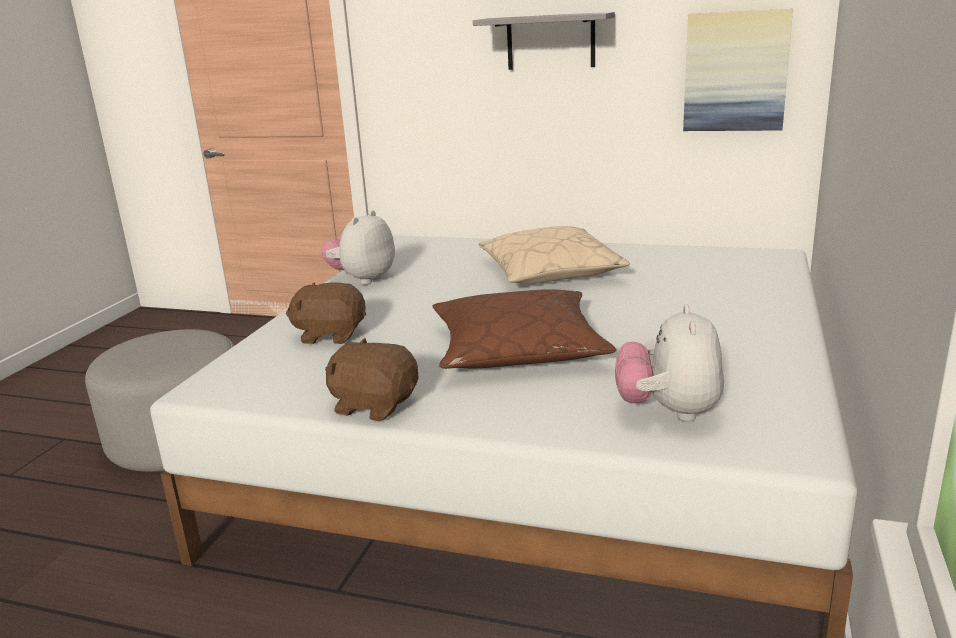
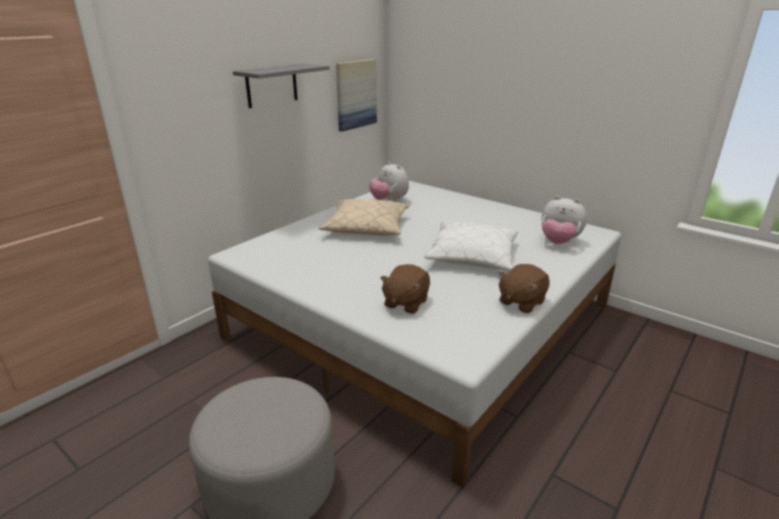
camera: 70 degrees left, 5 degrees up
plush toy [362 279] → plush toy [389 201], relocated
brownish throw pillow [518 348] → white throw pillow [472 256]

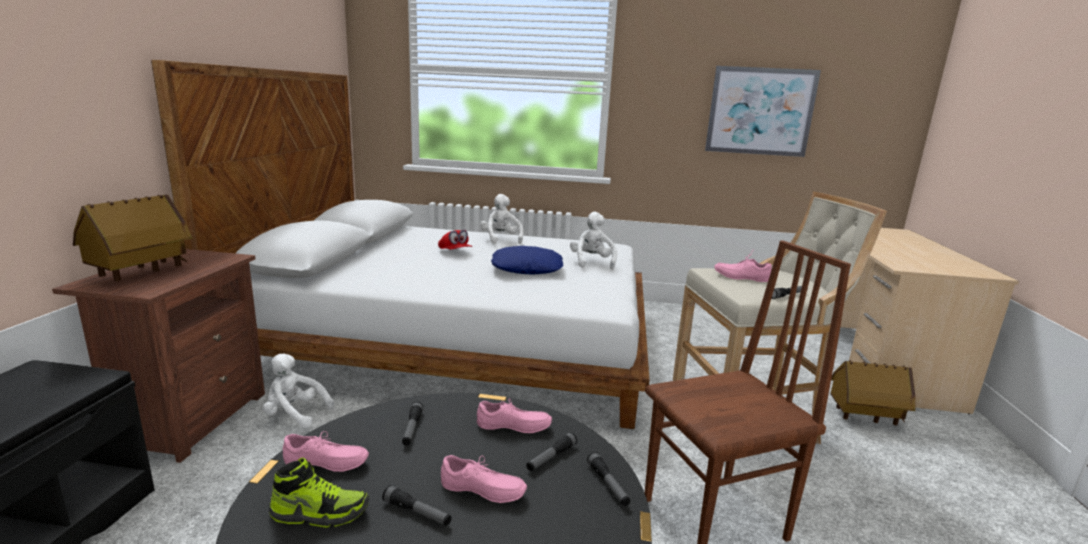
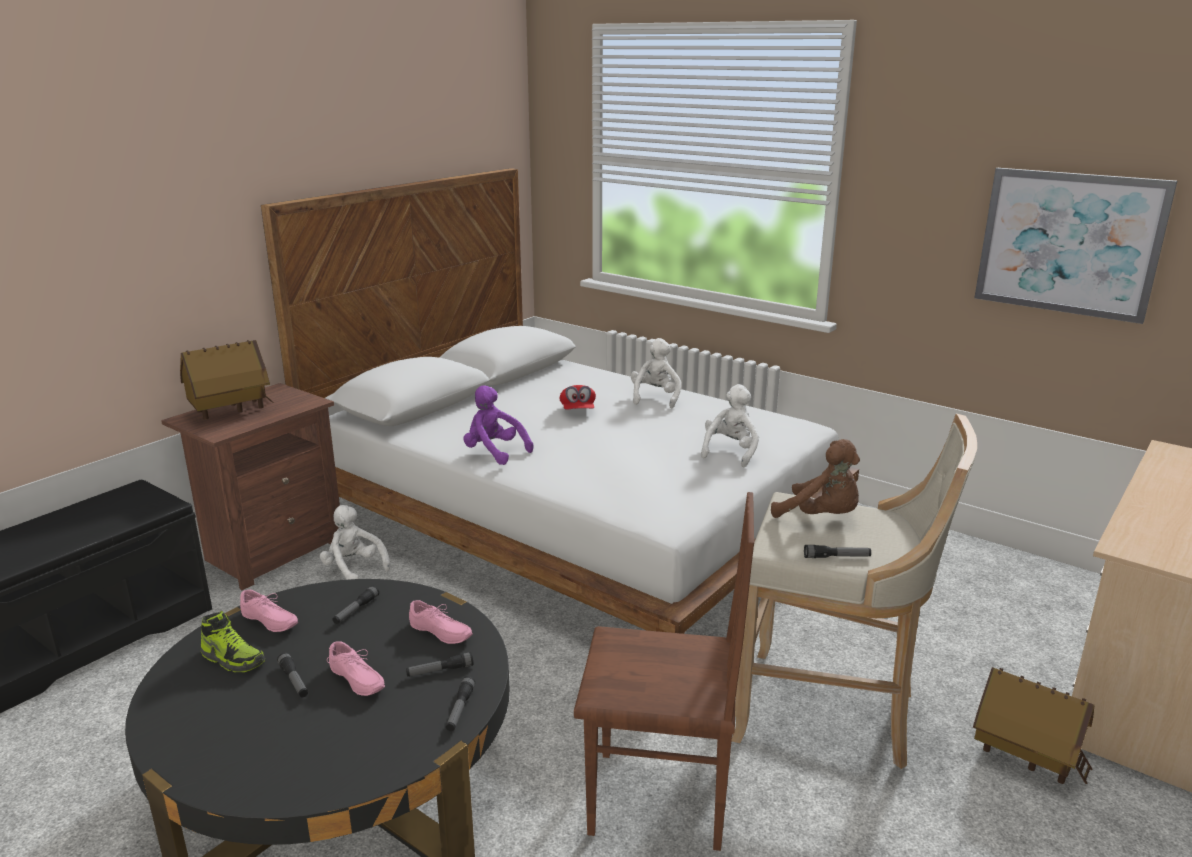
camera: 30 degrees right, 5 degrees up
blue-coloured throw pillow [527 268] → -
pinkish shoe [741 276] → brownish plush toy [821 517]
- → purplish plush toy [494 452]

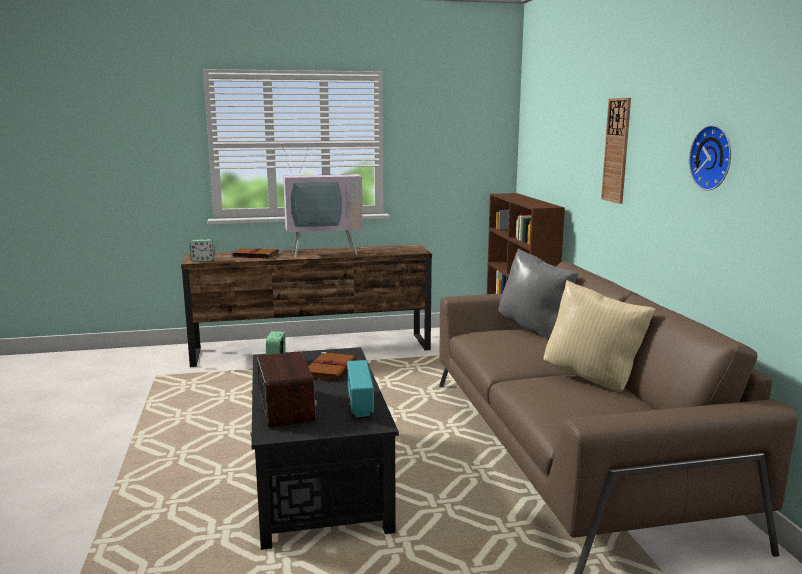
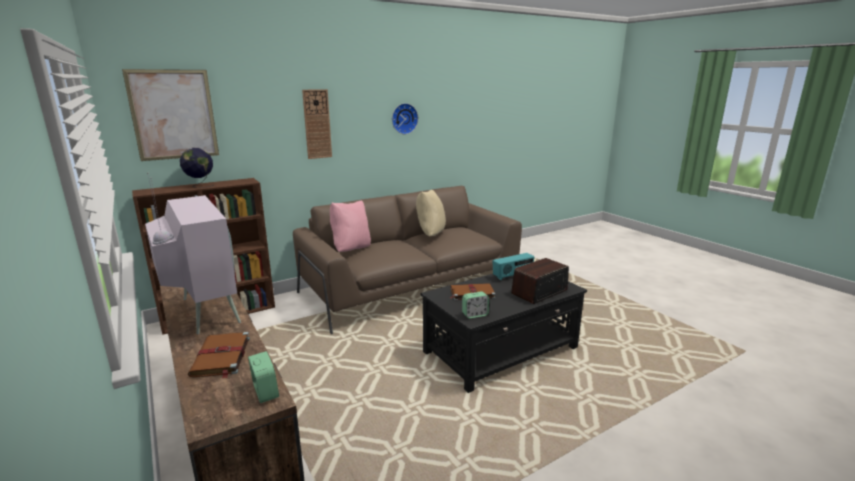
camera: 110 degrees left, 5 degrees up
greyish throw pillow [534 329] → pinkish throw pillow [351 249]
- → wall art [173 115]
- → desk globe [200 185]

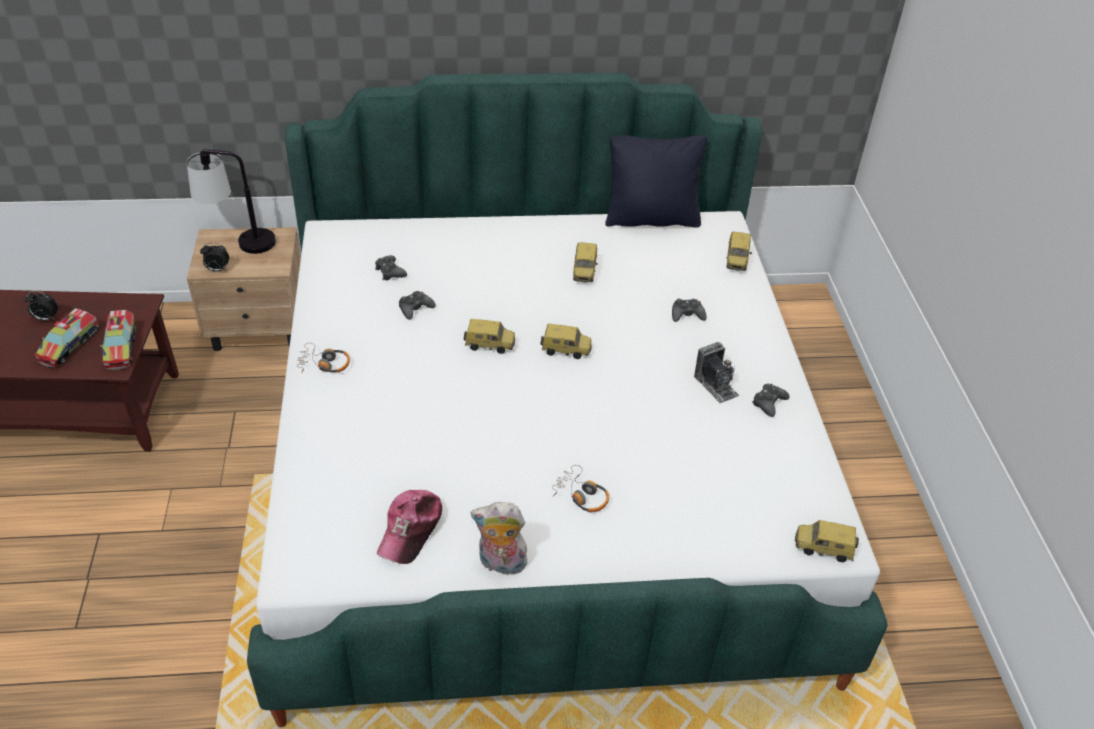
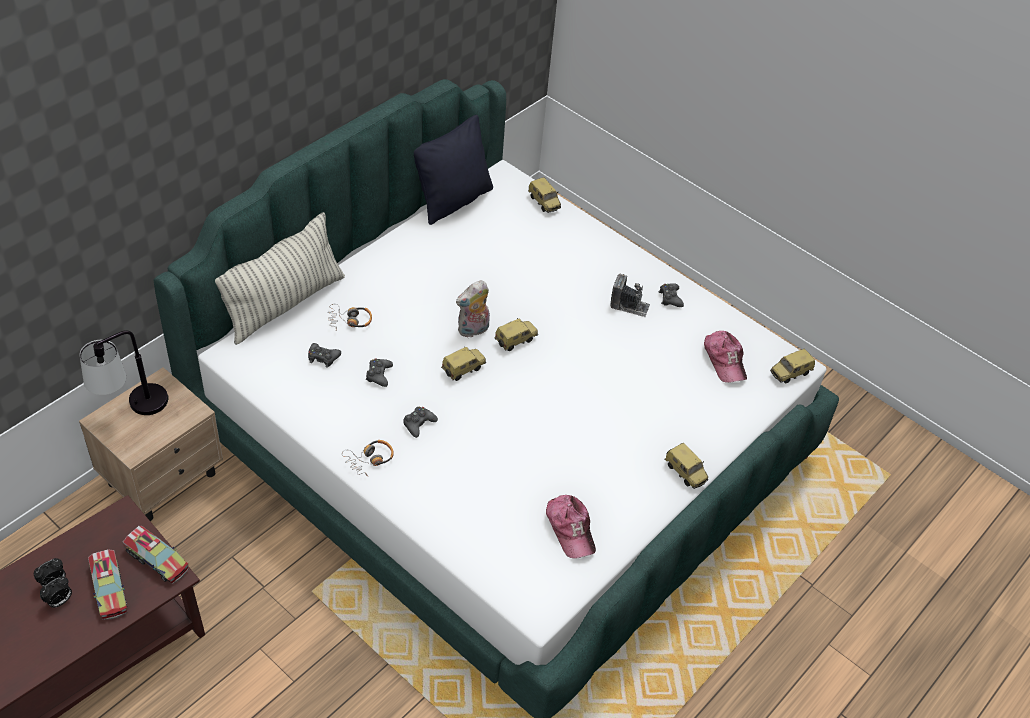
camera: 45 degrees left, 5 degrees up
alarm clock [217 270] → alarm clock [59 601], relocated
plush toy [500 564] → plush toy [473 330], relocated
headset [581 495] → headset [350 321], relocated
miniature car [585 272] → miniature car [685 473], relocated
black-coloured game controller [687 314] → black-coloured game controller [418 424], relocated
- → throw pillow [284 304]
- → peaked cap [724 360]

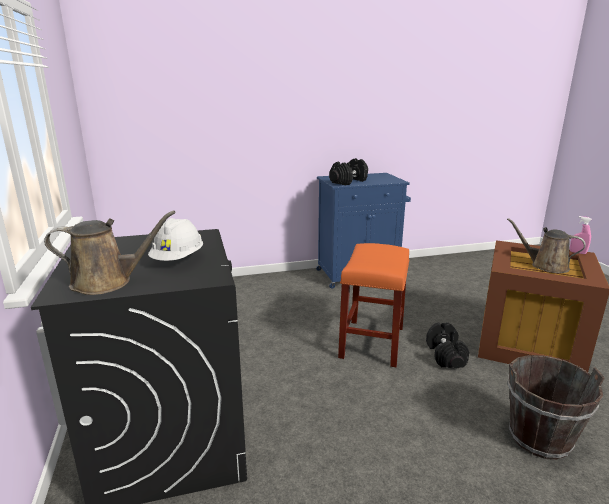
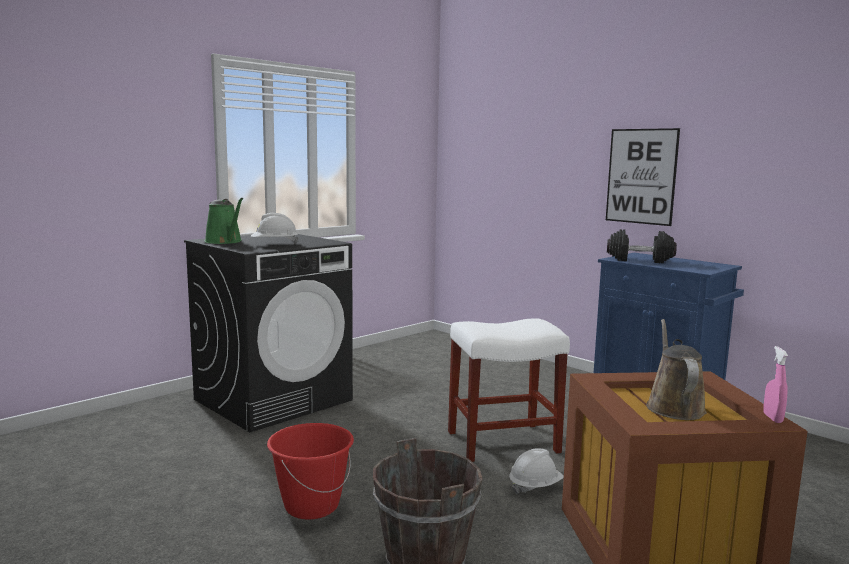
camera: 60 degrees right, 10 degrees down
brownish watering can [107 282] → green watering can [225 242]
orange stool [372 341] → white stool [504 441]
black-coloured hand weight [445 355] → white safety helmet [535 486]
- → reddish water bucket [311 506]
- → wall art [641 176]

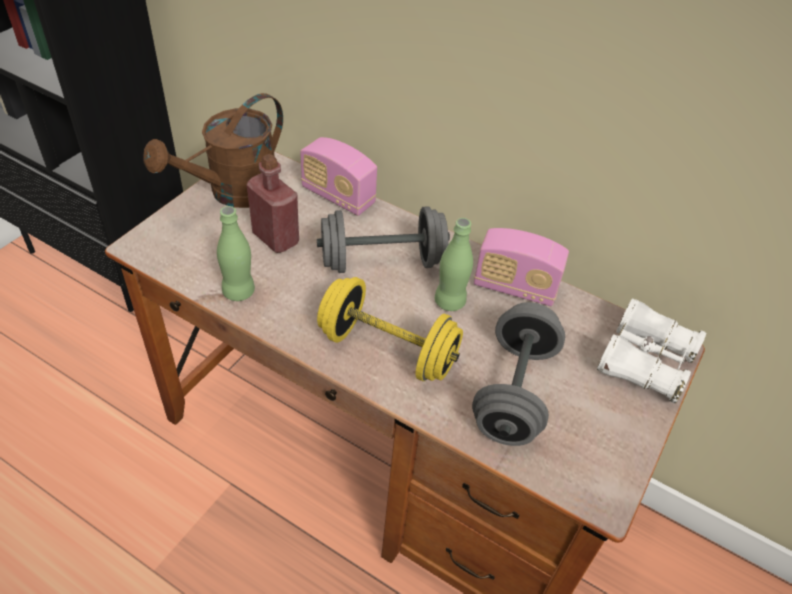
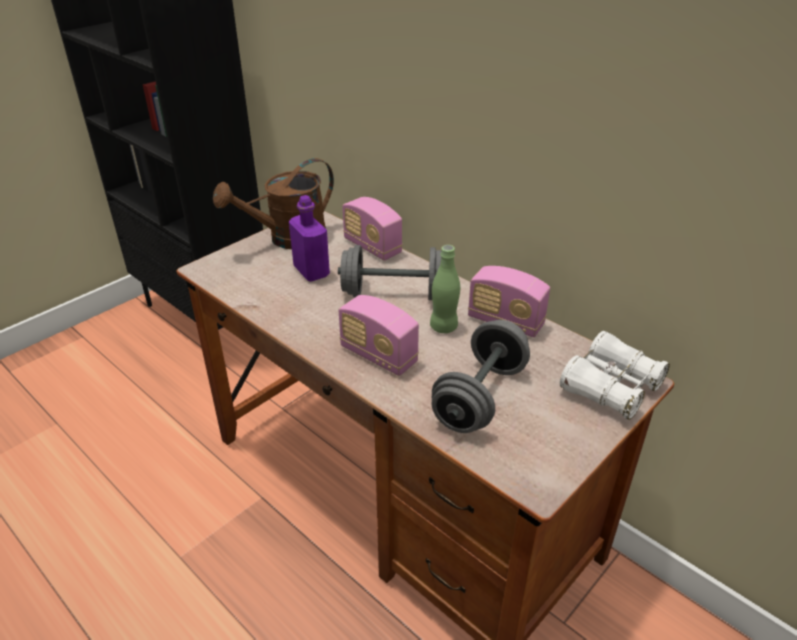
camera: 15 degrees right, 10 degrees down
green bottle [239 292] → -
reddish bottle [275 238] → purplish bottle [311 271]
yellow-coloured hand weight [387 350] → radio set [378 355]

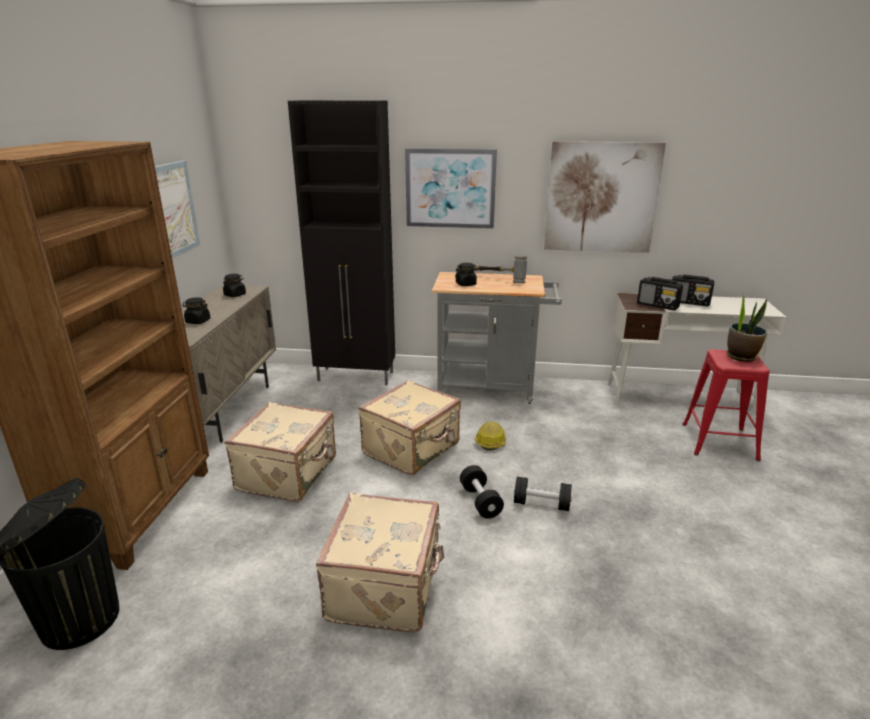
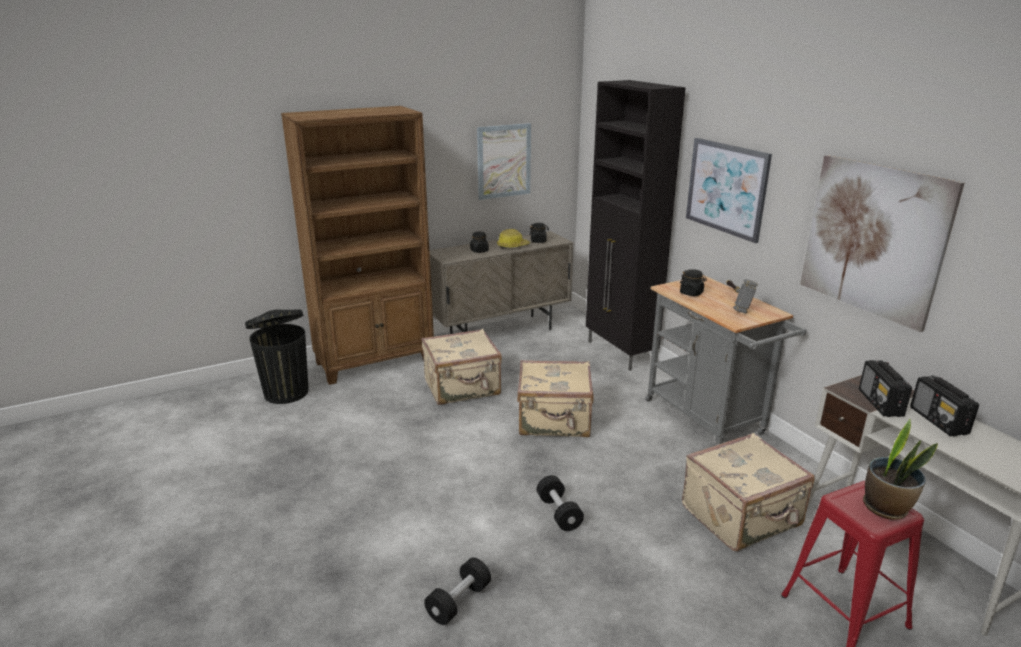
camera: 55 degrees right, 0 degrees up
sand-coloured suitcase [386 587] → sand-coloured suitcase [742 517], relocated
black-coloured hand weight [480 501] → black-coloured hand weight [458 602], relocated
safety helmet [490 441] → safety helmet [512 246], relocated

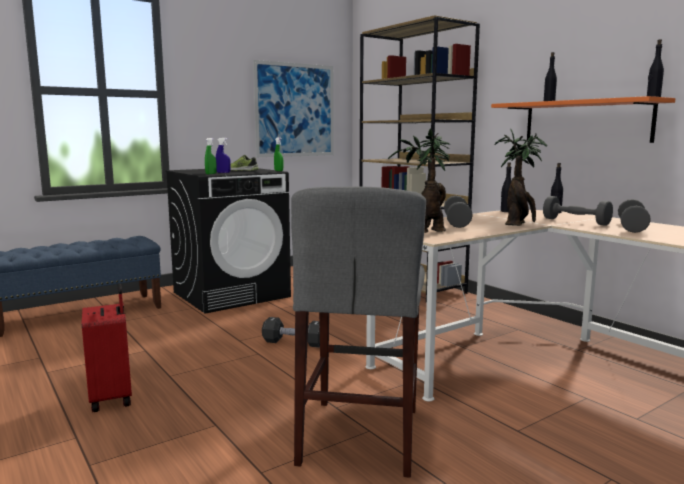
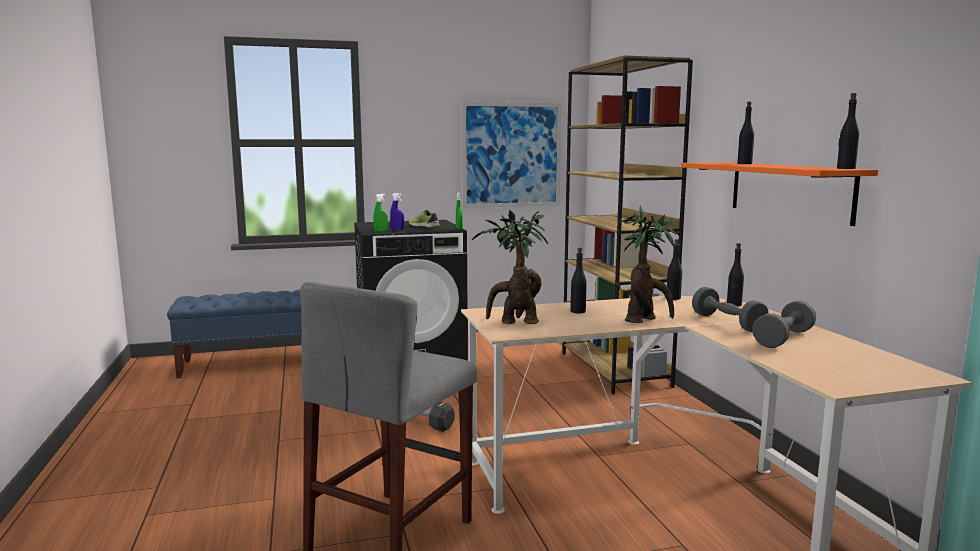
camera: 20 degrees right, 0 degrees up
reddish suitcase [113 398] → -
greyish hand weight [456 222] → black-coloured bottle [578 311]

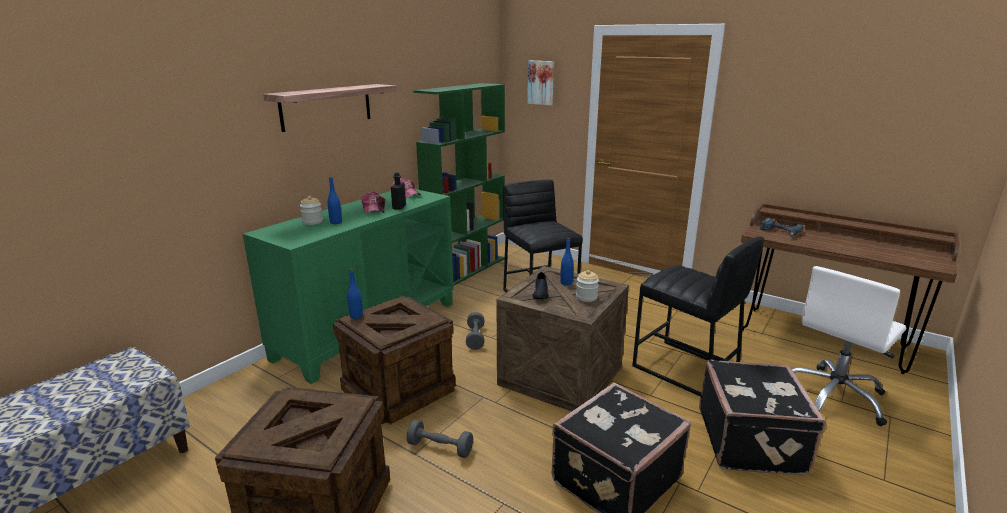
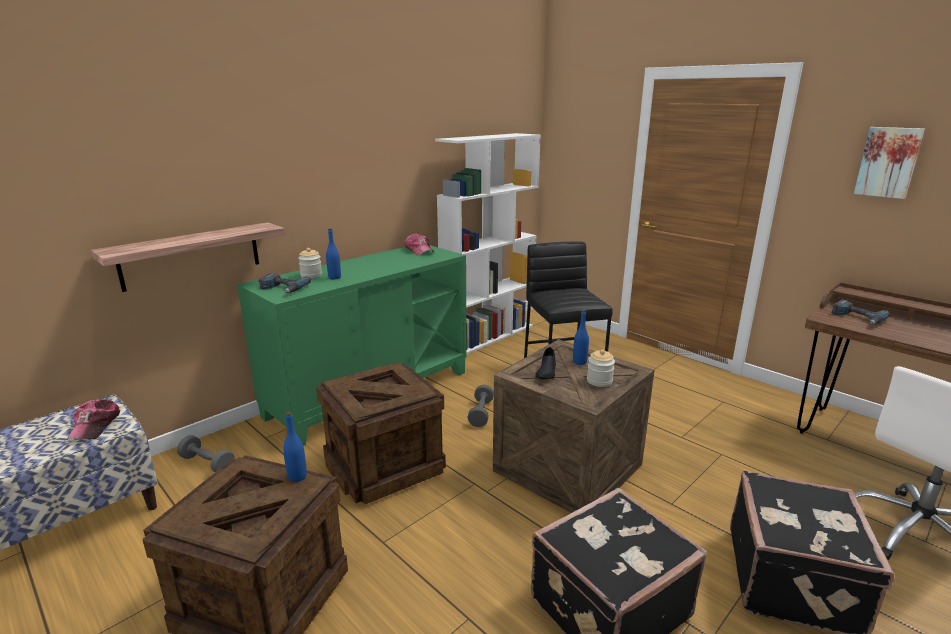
camera: 10 degrees right, 0 degrees up
wall shelf [326 106] → wall shelf [191 255], relocated
blue-coloured bottle [356 316] → blue-coloured bottle [297 477], relocated
peaked cap [374 209] → peaked cap [95 426], relocated
black-coloured bottle [399 207] → -
greyish hand weight [440 448] → greyish hand weight [207 463], relocated
green bookcase [466 270] → white bookcase [488 336]
wall art [541 82] → wall art [888 162], relocated
black-coloured stool [685 369] → -
- → drill [282 289]

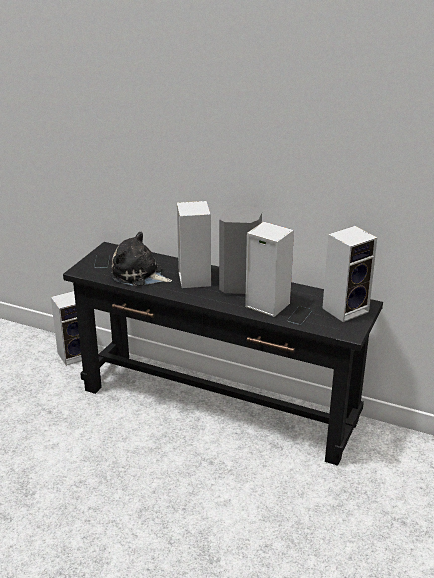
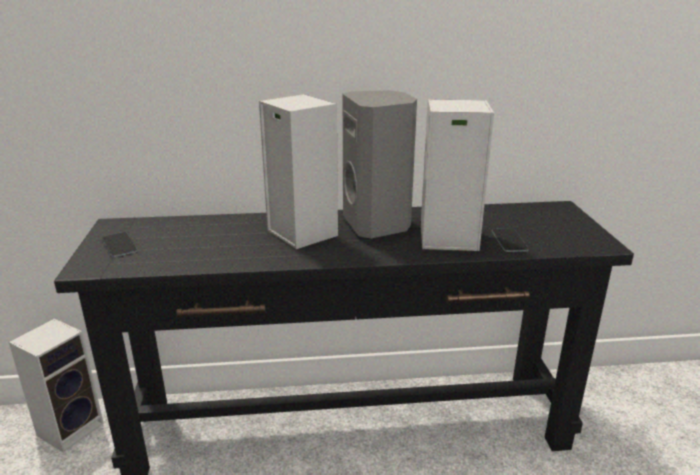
camera: 30 degrees left, 5 degrees down
plush toy [139 275] → -
loudspeaker [346 309] → -

